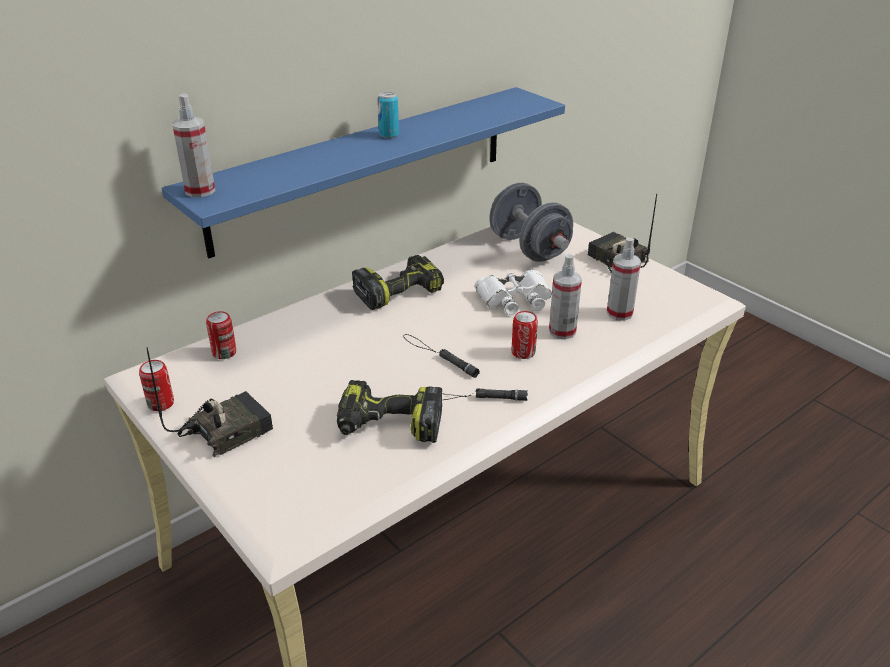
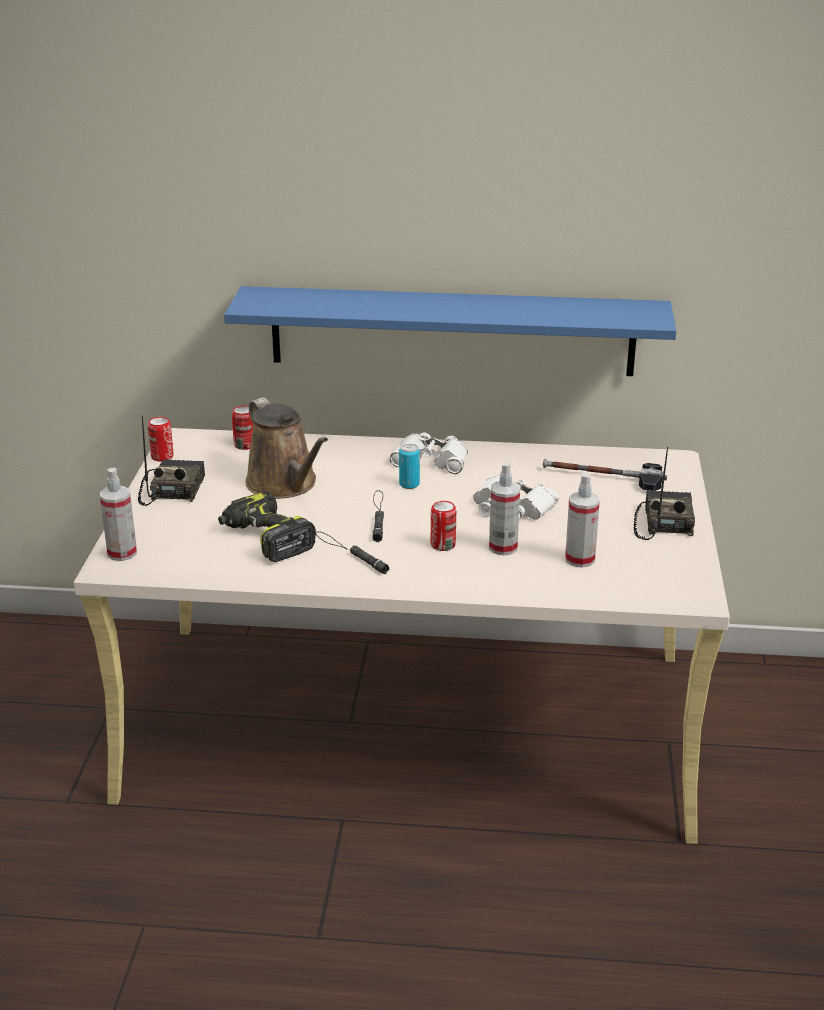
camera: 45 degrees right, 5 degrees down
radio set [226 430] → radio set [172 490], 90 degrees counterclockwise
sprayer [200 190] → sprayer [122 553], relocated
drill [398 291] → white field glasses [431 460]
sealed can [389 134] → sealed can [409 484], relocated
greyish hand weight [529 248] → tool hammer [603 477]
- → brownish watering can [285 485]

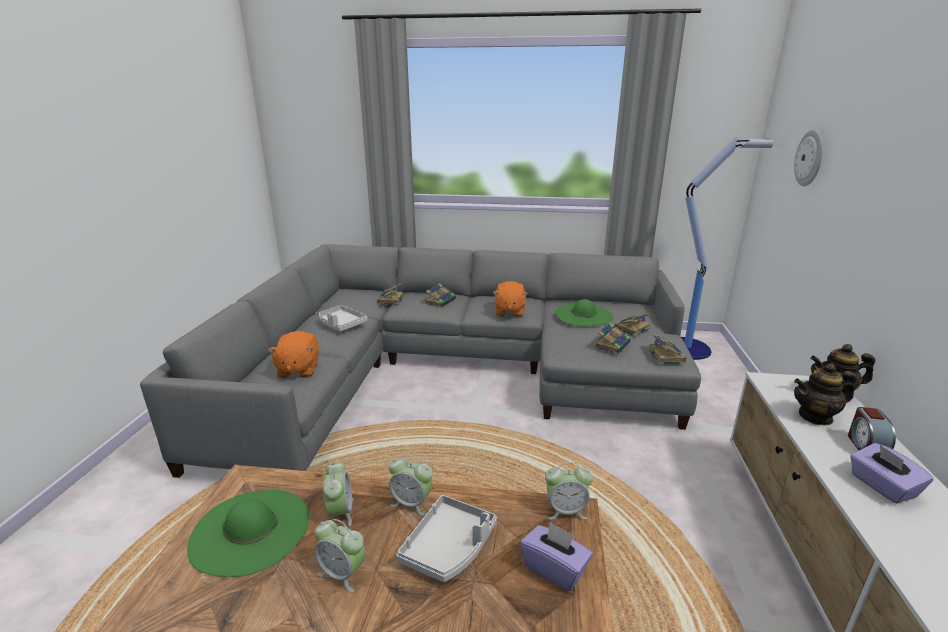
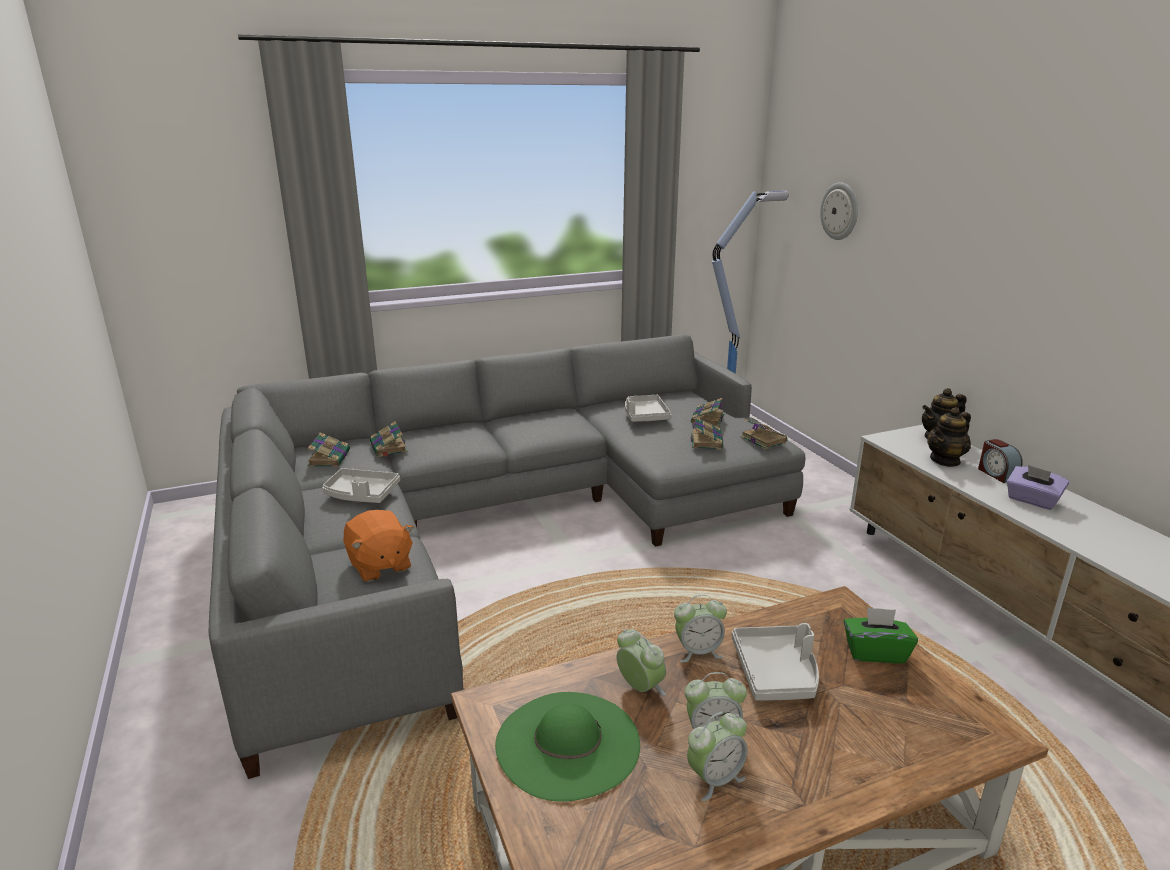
camera: 30 degrees left, 0 degrees up
book [440 301] → book [329 458], relocated
orange plush toy [509 311] → -
purplish tissue box [555 568] → green tissue box [875 652]
alarm clock [566 510] → alarm clock [715 779], relocated
green wearable hat [583 315] → greyish carrying tray [645 416]

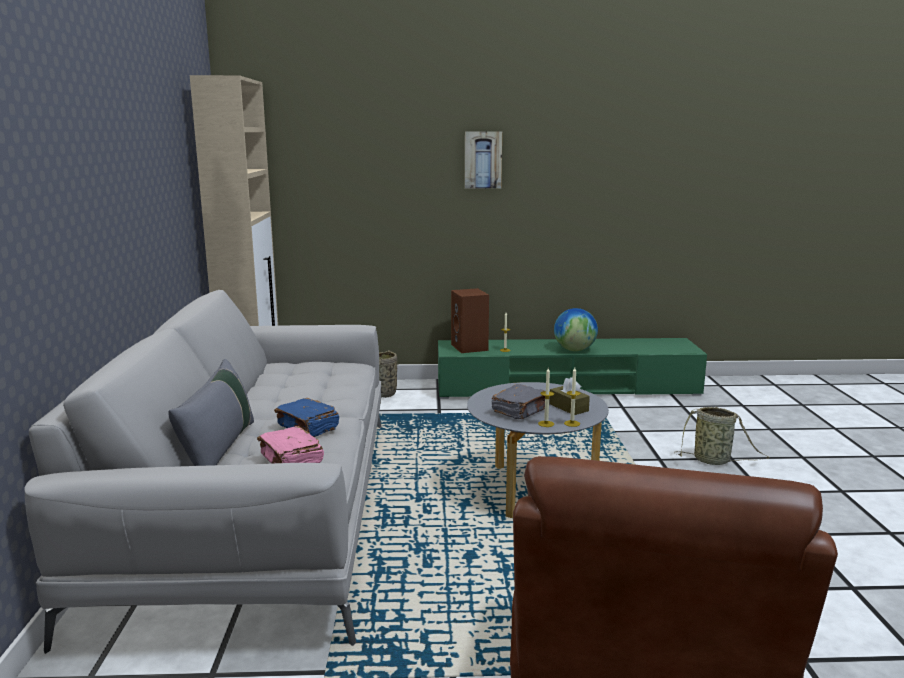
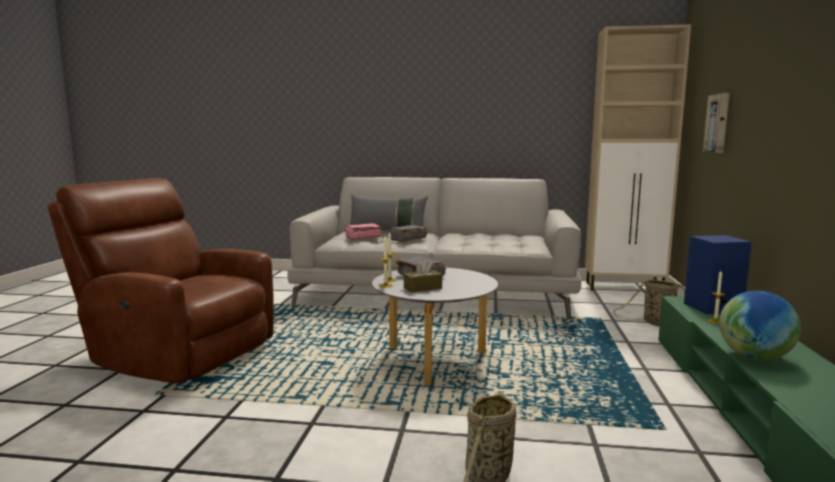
camera: 100 degrees right, 5 degrees down
blue-coloured book [308 428] → greyish book [407 239]
brownish loudspeaker [470 347] → blue-coloured loudspeaker [712 308]
wall art [483 160] → wall art [718 123], relocated

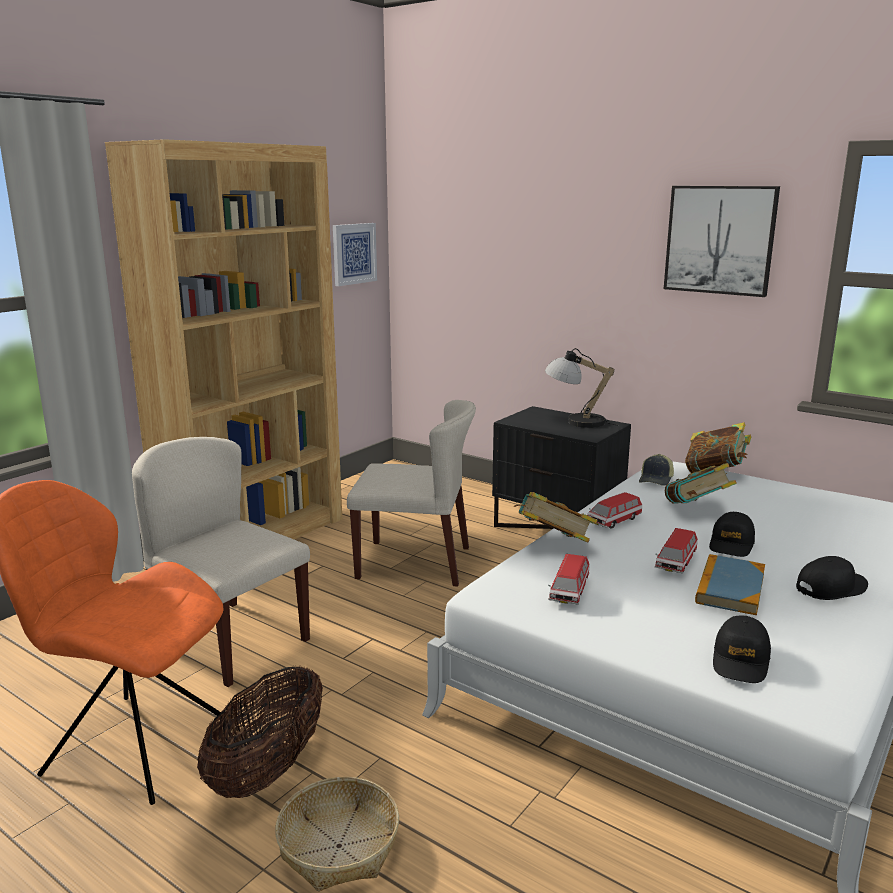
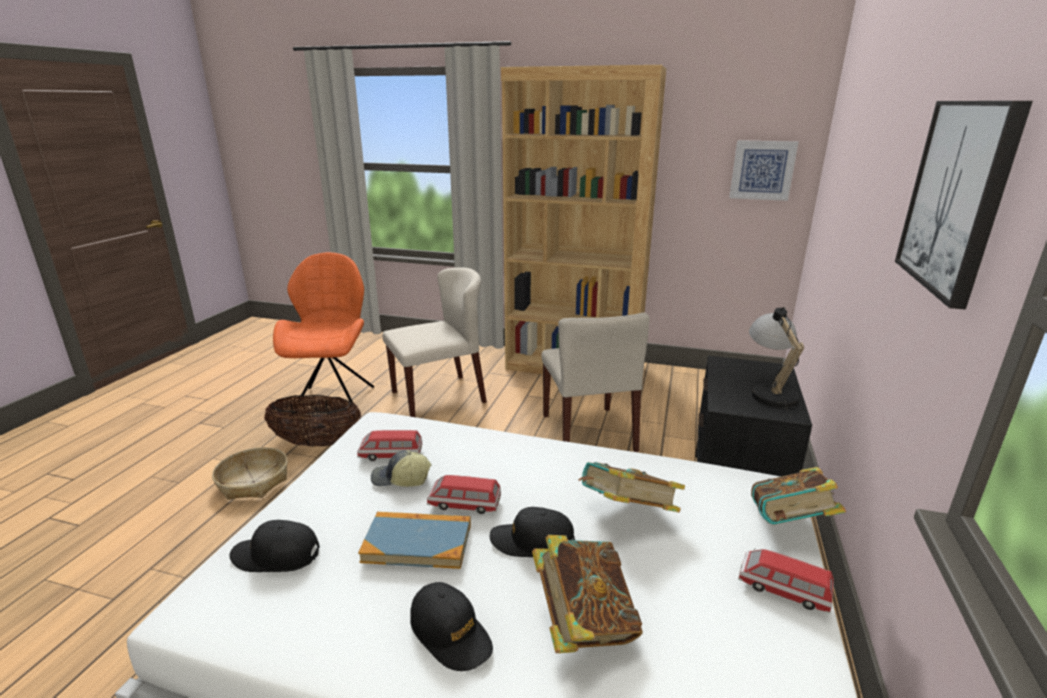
camera: 70 degrees right, 5 degrees up
sand-coloured upright chair [229 641] → sand-coloured upright chair [439 396], 45 degrees clockwise
book [552 544] → book [583 623], relocated
miniature car [614 521] → miniature car [783 589], relocated
peaked cap [656 480] → peaked cap [401 479], relocated

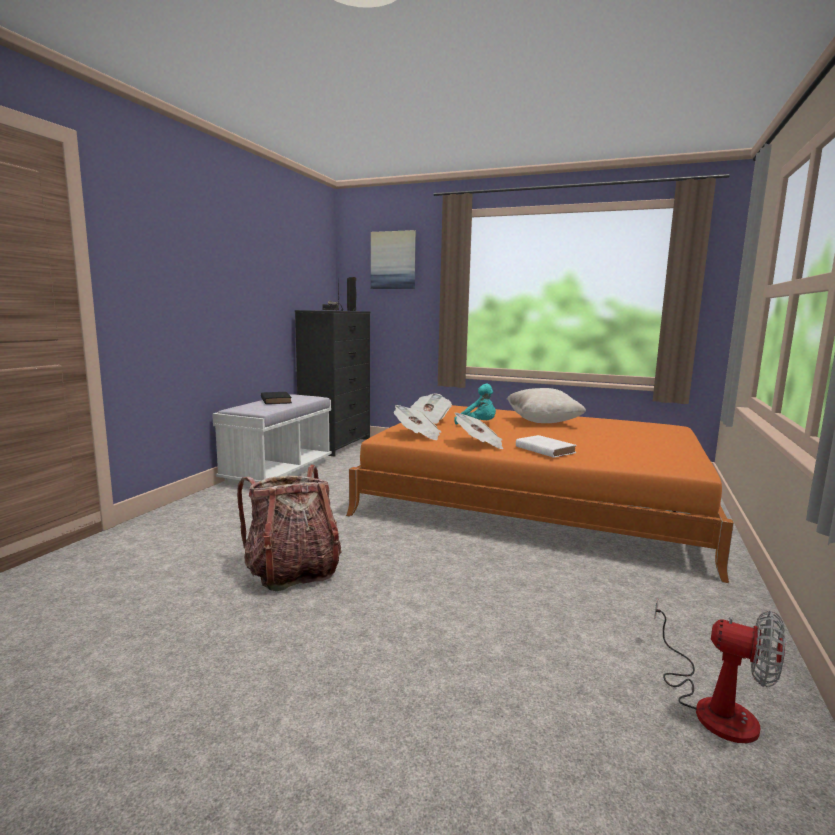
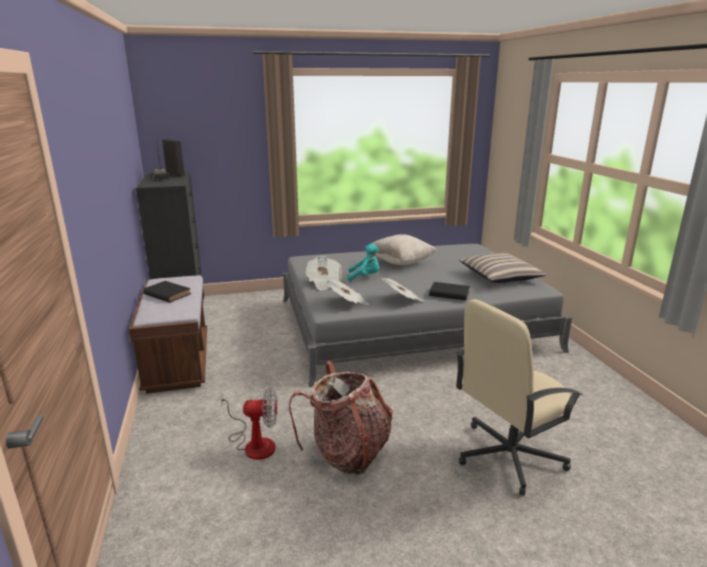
camera: 35 degrees left, 10 degrees up
white indoor bench [278 472] → brownish indoor bench [178 362]
orange sleeping bed [535 499] → greyish sleeping bed [410 324]
wall art [393 260] → -
white book [544 449] → black-coloured book [448 293]
electric fan [712 705] → electric fan [254 443], relocated
- → sand-coloured computer chair [508 456]
- → throw pillow [500 276]

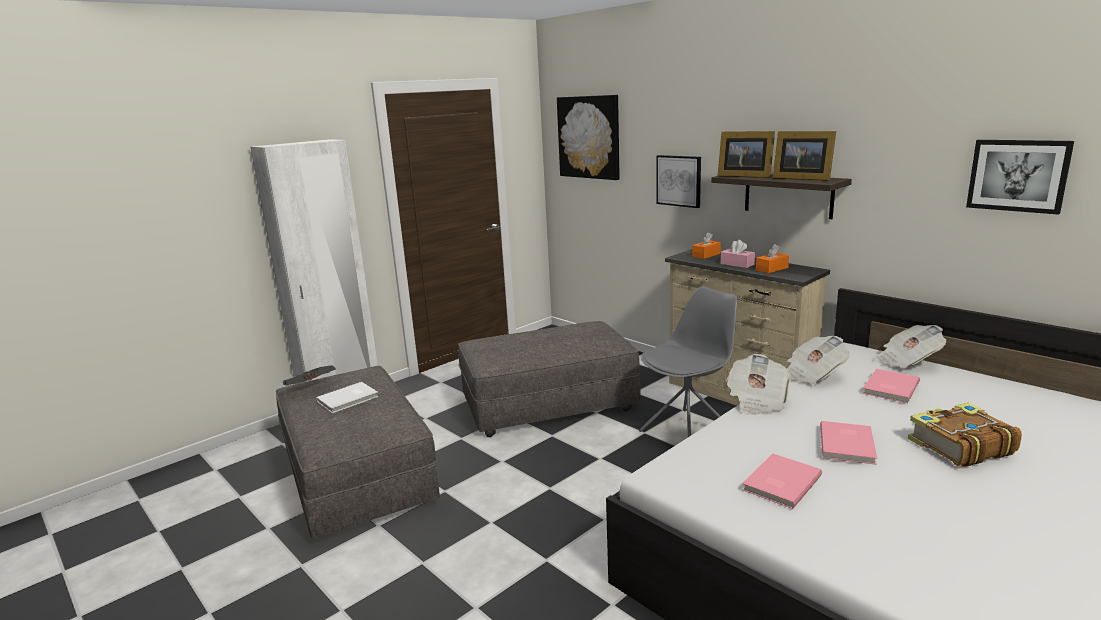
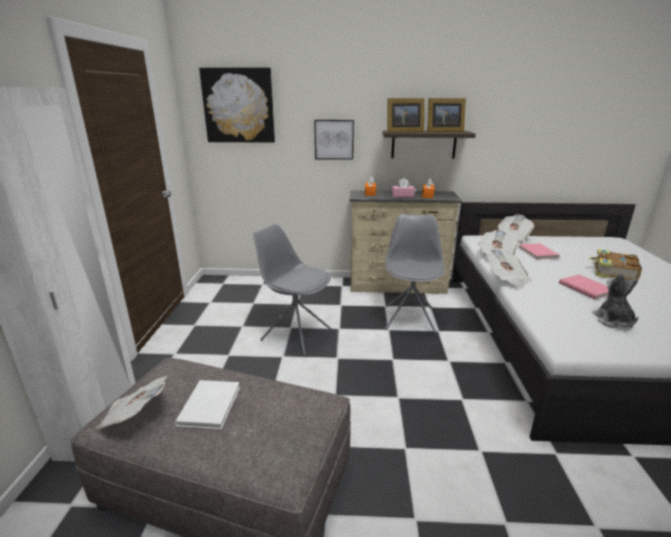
camera: 45 degrees left, 5 degrees up
greyish footrest [548 402] → greyish upright chair [296 334]
pinkish book [779 482] → plush toy [613 321]
wall art [1018 175] → -

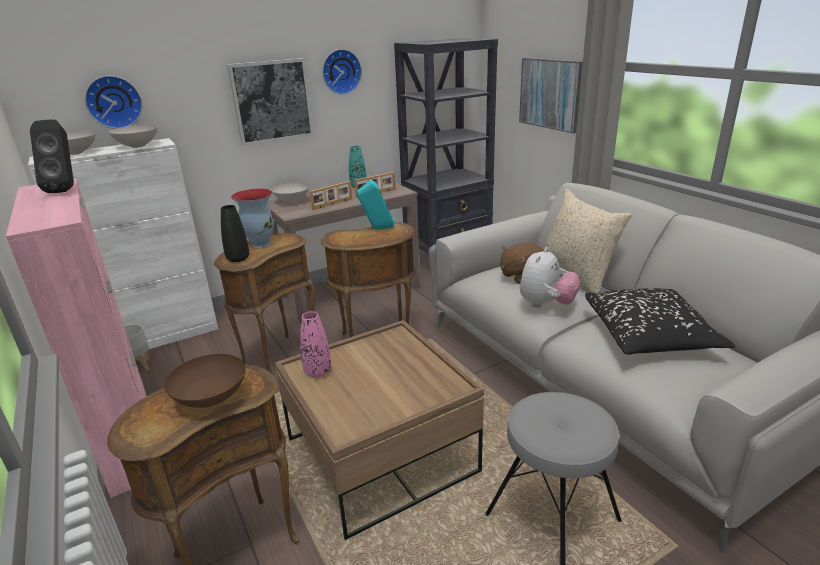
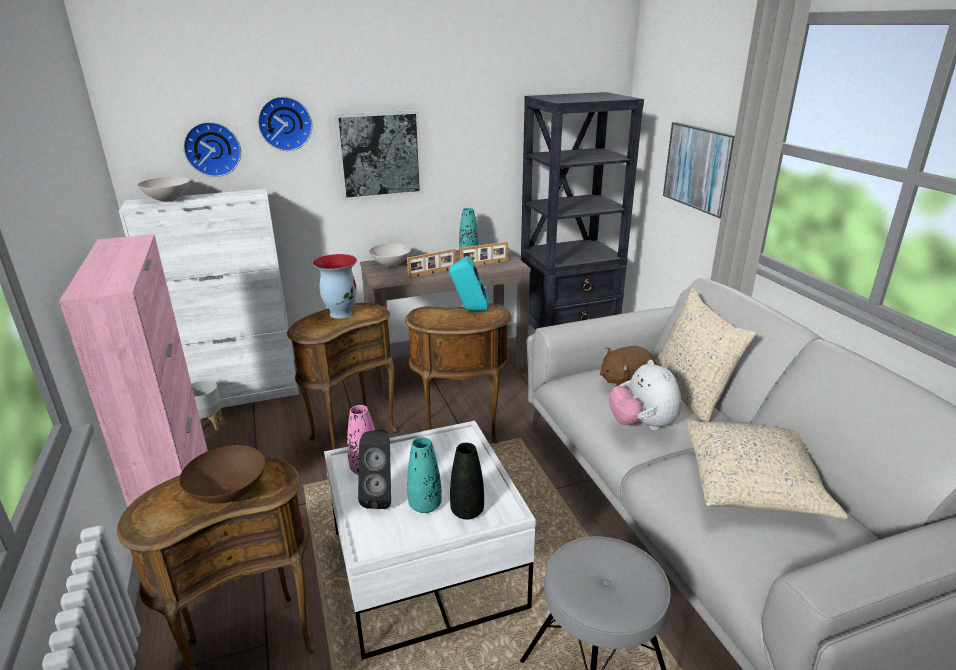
camera: 10 degrees right, 0 degrees up
black-coloured loudspeaker [67 190] → black-coloured loudspeaker [380 496], relocated
white deep dish [138 146] → -
black-coloured decorative vase [238 259] → black-coloured decorative vase [467 511], relocated
brownish coffee table [381 455] → white coffee table [427 568]
clock on the wall [340 71] → clock on the wall [285 123], relocated
plush toy [546 304] → plush toy [642 425], 120 degrees clockwise
black-coloured throw pillow [650 335] → sand-coloured throw pillow [753 483]
- → blue-green decorative vase [425 505]

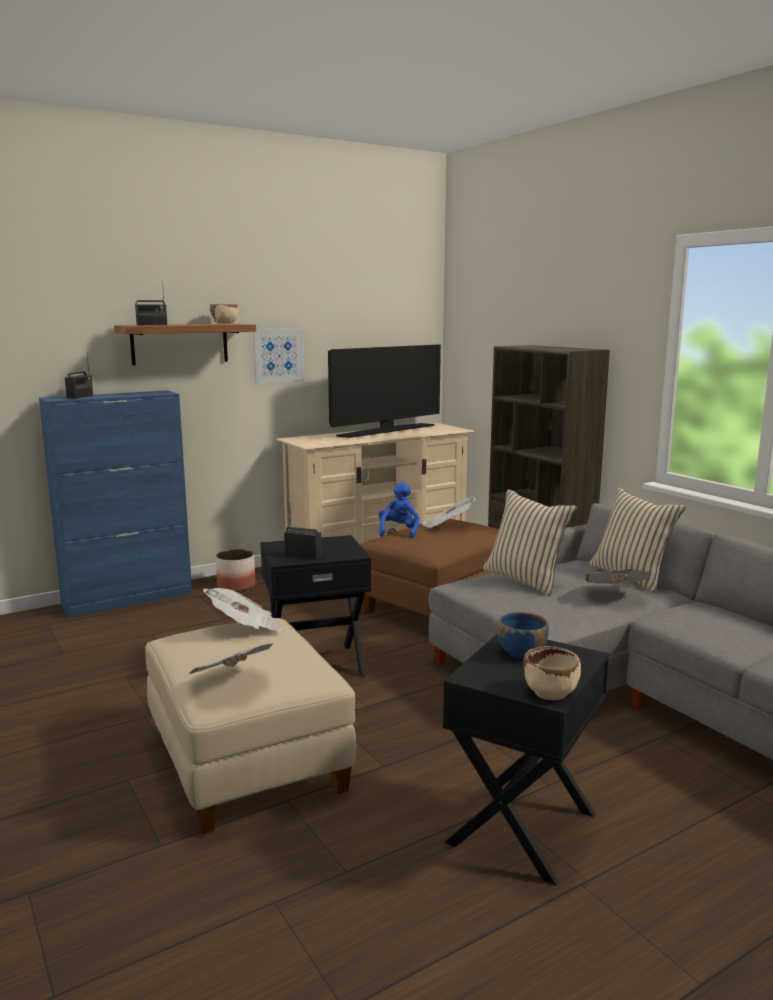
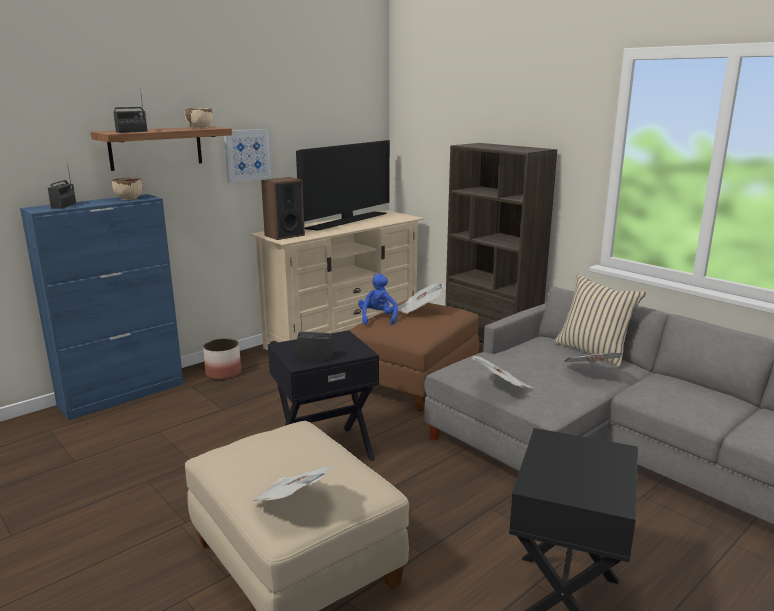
camera: 10 degrees left, 5 degrees up
daily paper [245 628] → daily paper [501 387], relocated
sand-coloured throw pillow [525 579] → -
blue-coloured deep dish [521 652] → -
sand-coloured deep dish [550 692] → sand-coloured deep dish [129 198], relocated
- → loudspeaker [284 235]

